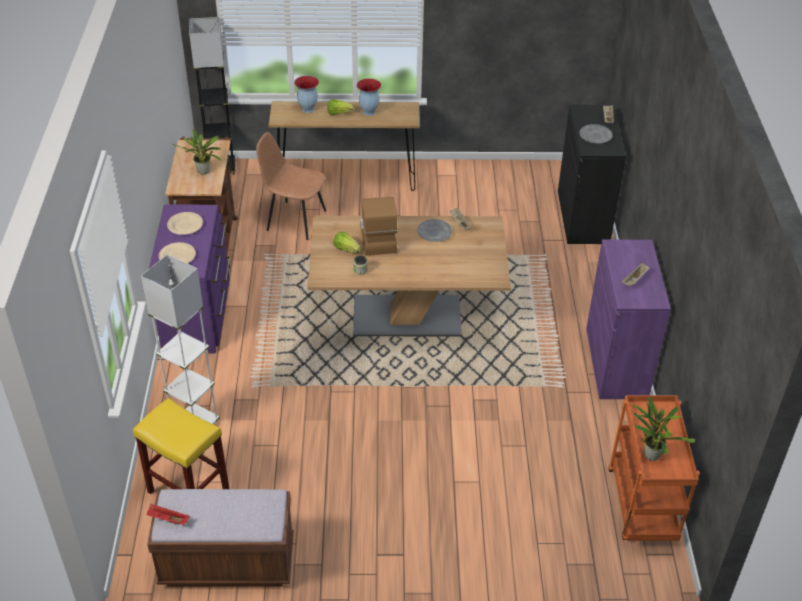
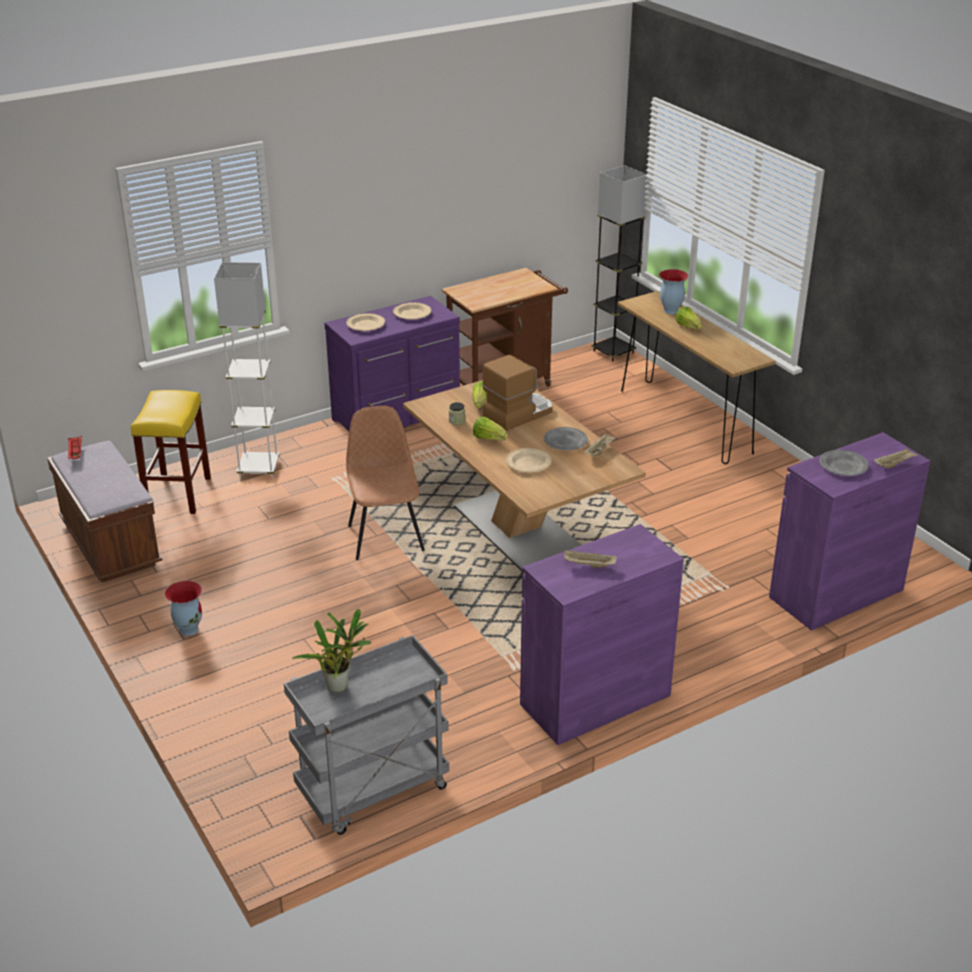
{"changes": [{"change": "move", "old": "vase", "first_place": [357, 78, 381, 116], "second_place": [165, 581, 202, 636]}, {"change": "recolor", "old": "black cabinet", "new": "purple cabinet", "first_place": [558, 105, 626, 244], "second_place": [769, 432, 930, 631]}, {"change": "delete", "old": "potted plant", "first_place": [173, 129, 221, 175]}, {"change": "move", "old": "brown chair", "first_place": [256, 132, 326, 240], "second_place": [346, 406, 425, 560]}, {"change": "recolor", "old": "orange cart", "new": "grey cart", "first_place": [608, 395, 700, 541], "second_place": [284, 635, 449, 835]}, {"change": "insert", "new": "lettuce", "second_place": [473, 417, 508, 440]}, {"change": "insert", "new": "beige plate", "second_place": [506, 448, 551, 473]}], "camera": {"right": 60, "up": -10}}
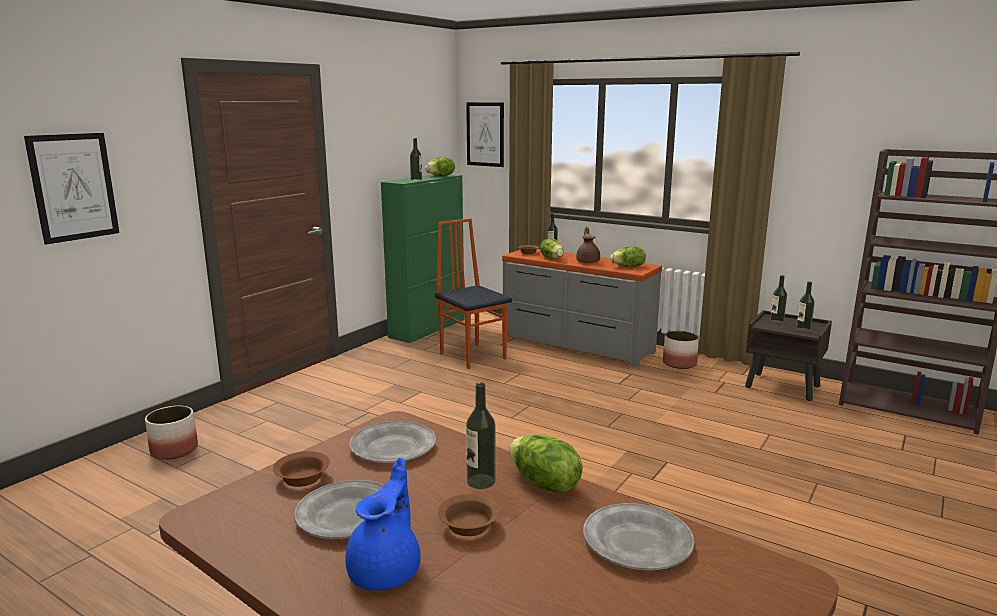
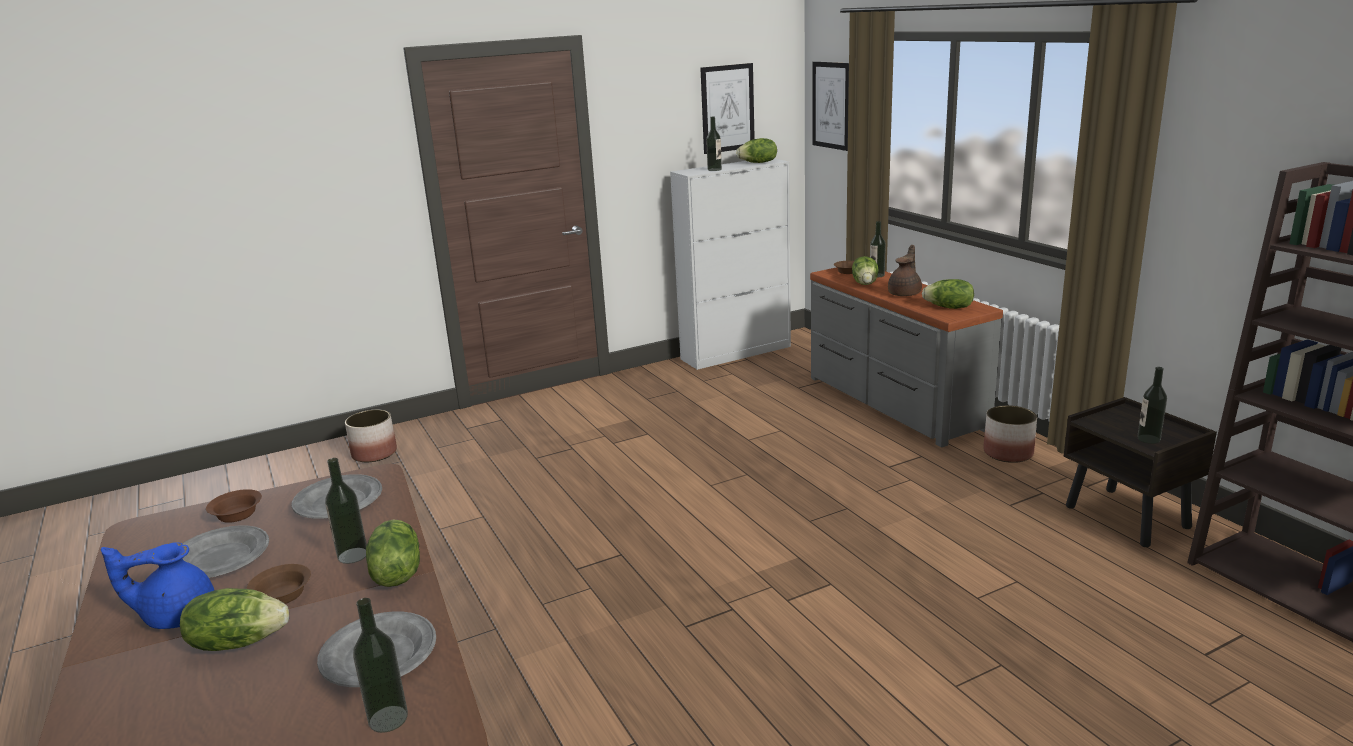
{"changes": [{"change": "move", "old": "picture", "first_place": [24, 133, 119, 245], "second_place": [700, 63, 755, 154]}, {"change": "recolor", "old": "green cabinet", "new": "white cabinet", "first_place": [381, 174, 464, 343], "second_place": [670, 159, 791, 370]}, {"change": "delete", "old": "chair", "first_place": [435, 218, 512, 369]}, {"change": "move", "old": "bottle", "first_place": [770, 275, 787, 324], "second_place": [353, 598, 408, 733]}, {"change": "rotate", "old": "blue teapot", "first_place": [345, 458, 421, 590], "second_place": [101, 542, 214, 629], "degrees": -150}, {"change": "insert", "new": "lettuce", "second_place": [180, 588, 289, 651]}], "camera": {"right": 30, "up": 5}}
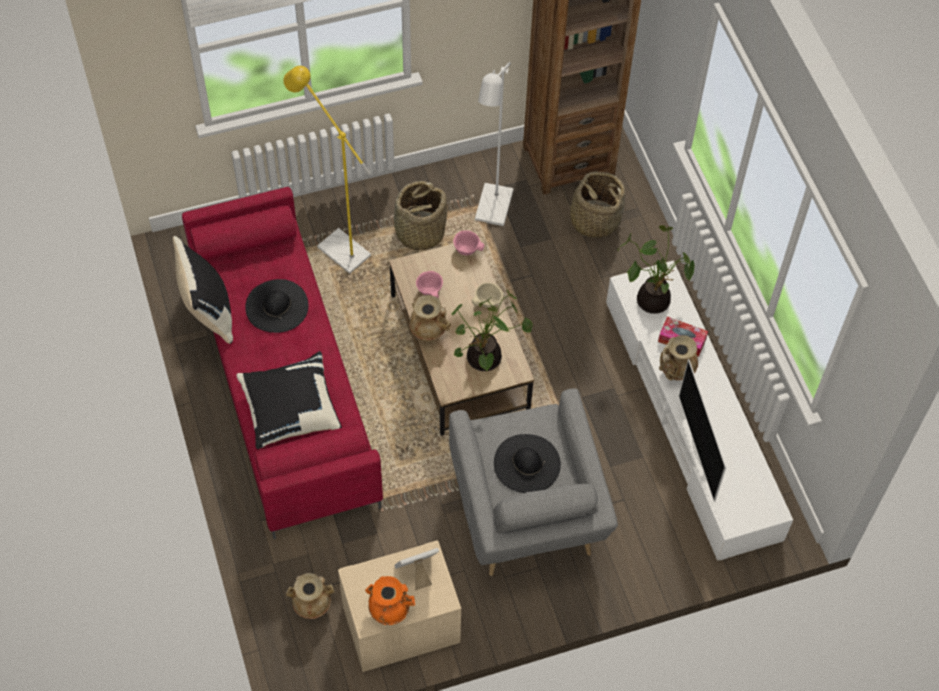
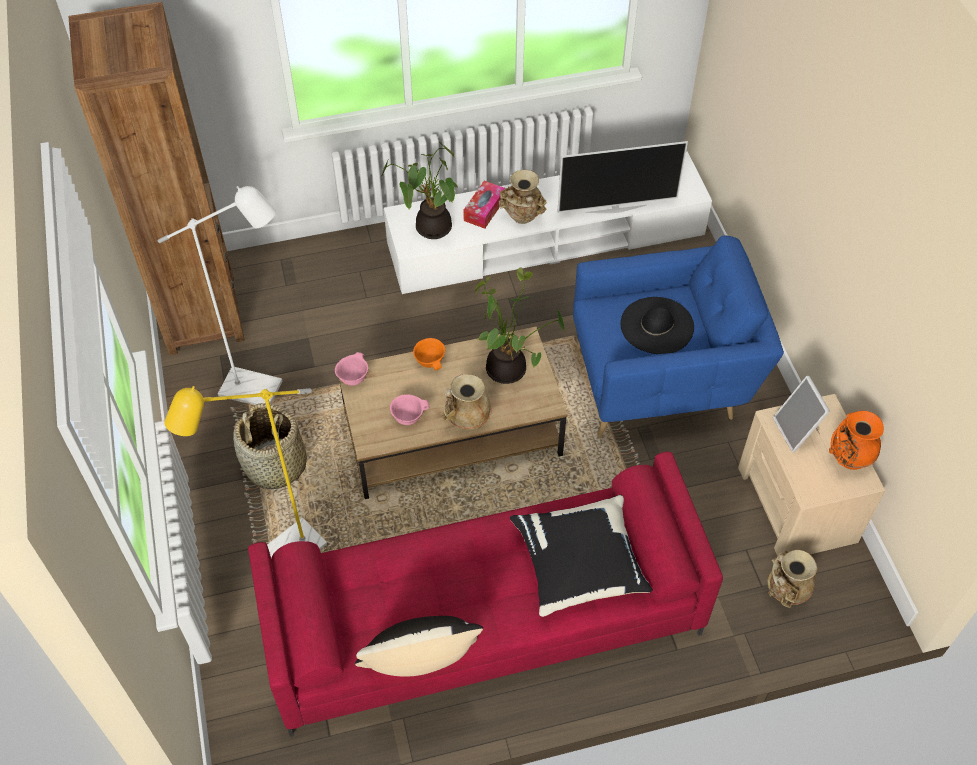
{"changes": [{"change": "delete", "old": "basket", "first_place": [564, 171, 625, 238]}, {"change": "delete", "old": "black hat", "first_place": [245, 279, 308, 333]}, {"change": "recolor", "old": "beige bowl", "new": "orange bowl", "first_place": [471, 283, 503, 308], "second_place": [413, 338, 445, 371]}, {"change": "recolor", "old": "grey armchair", "new": "blue armchair", "first_place": [449, 389, 618, 576], "second_place": [573, 236, 784, 438]}], "camera": {"right": -85, "up": -5}}
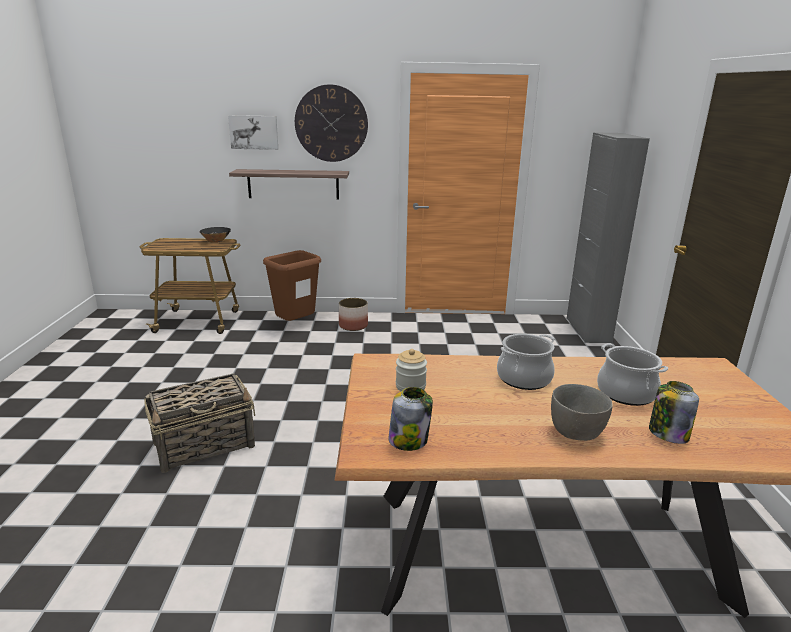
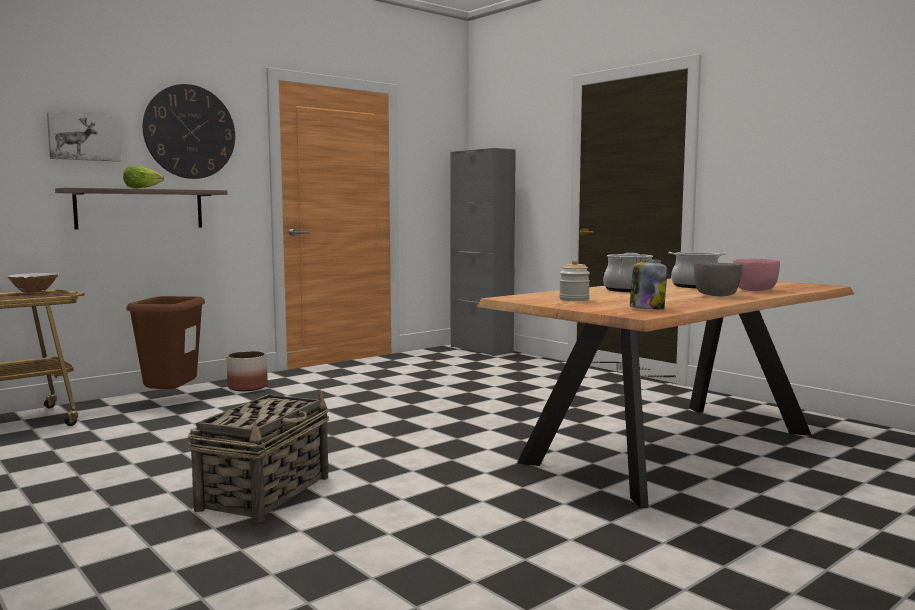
{"changes": [{"change": "recolor", "old": "black bowl", "new": "white bowl", "first_place": [199, 227, 231, 243], "second_place": [7, 273, 59, 293]}, {"change": "replace", "old": "jar", "new": "pink bowl", "first_place": [649, 381, 699, 444], "second_place": [733, 258, 780, 291]}, {"change": "insert", "new": "lettuce", "second_place": [123, 165, 164, 189]}], "camera": {"right": -40, "up": -15}}
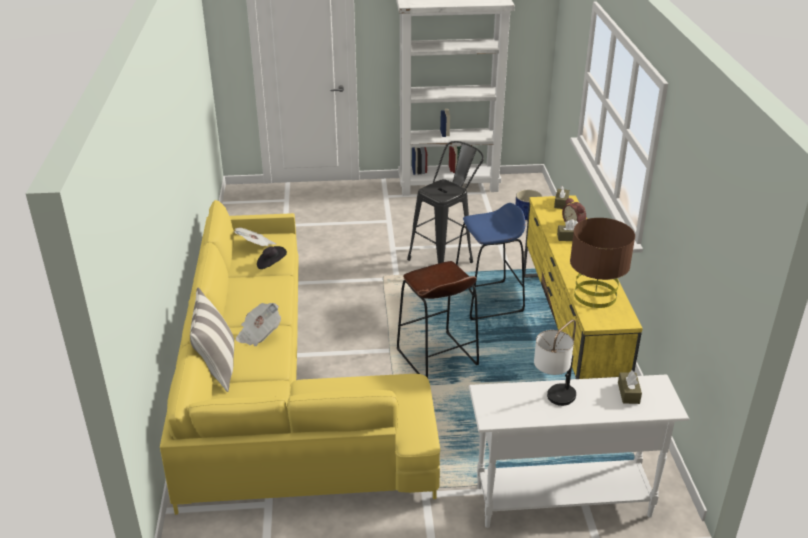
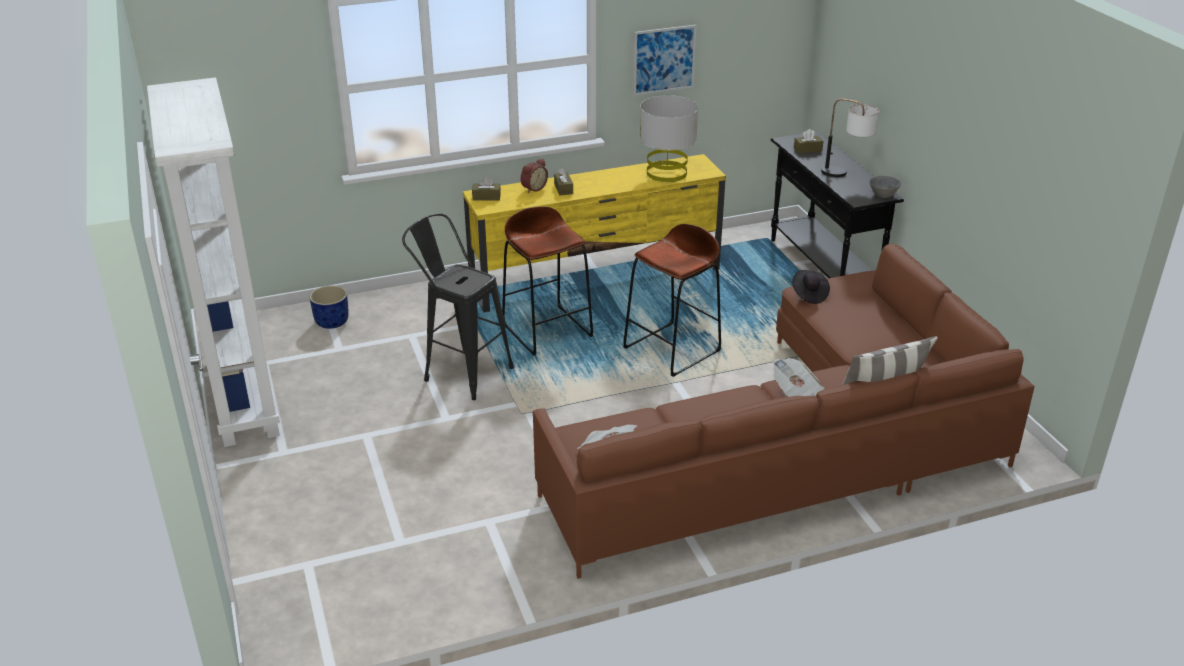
{"changes": [{"change": "recolor", "old": "yellow sofa", "new": "brown sofa", "first_place": [160, 200, 440, 515], "second_place": [533, 244, 1035, 579]}, {"change": "recolor", "old": "blue stool", "new": "brown stool", "first_place": [456, 203, 526, 320], "second_place": [502, 206, 593, 356]}, {"change": "recolor", "old": "brown table lamp", "new": "grey table lamp", "first_place": [570, 218, 635, 308], "second_place": [640, 95, 698, 182]}, {"change": "move", "old": "black hat", "first_place": [257, 246, 287, 269], "second_place": [792, 270, 830, 304]}, {"change": "recolor", "old": "white console table", "new": "black console table", "first_place": [469, 374, 689, 528], "second_place": [771, 131, 904, 278]}, {"change": "insert", "new": "picture", "second_place": [633, 25, 696, 96]}, {"change": "insert", "new": "grey bowl", "second_place": [870, 176, 901, 198]}], "camera": {"right": -105, "up": 0}}
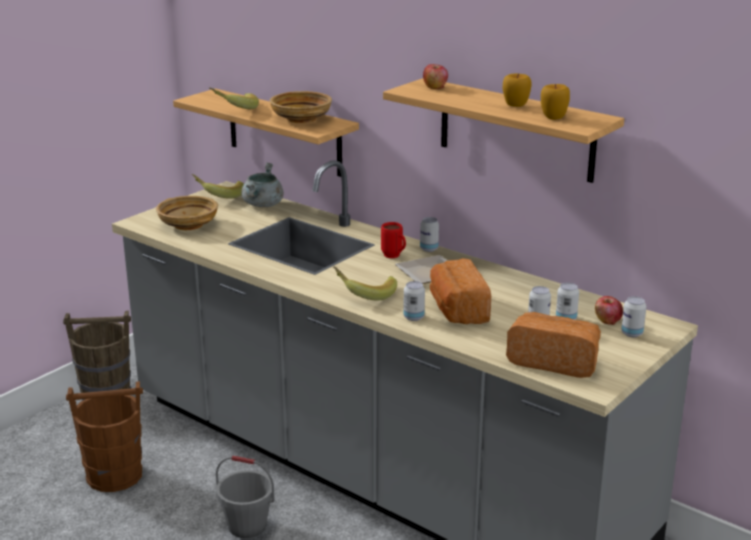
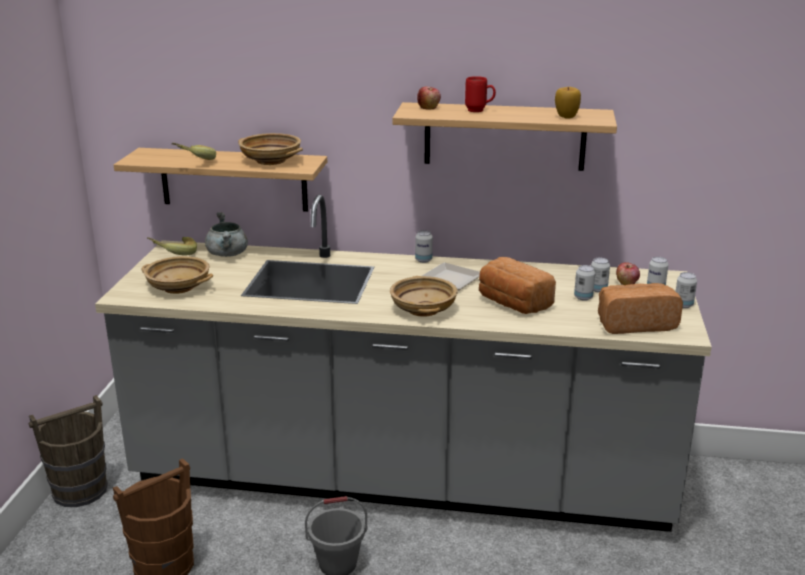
{"changes": [{"change": "delete", "old": "apple", "first_place": [503, 73, 532, 107]}, {"change": "move", "old": "red mug", "first_place": [381, 222, 406, 258], "second_place": [465, 76, 496, 112]}, {"change": "replace", "old": "banana", "new": "beige bowl", "first_place": [333, 267, 397, 300], "second_place": [390, 276, 458, 317]}, {"change": "move", "old": "can", "first_place": [403, 281, 425, 321], "second_place": [676, 272, 697, 308]}], "camera": {"right": -30, "up": 0}}
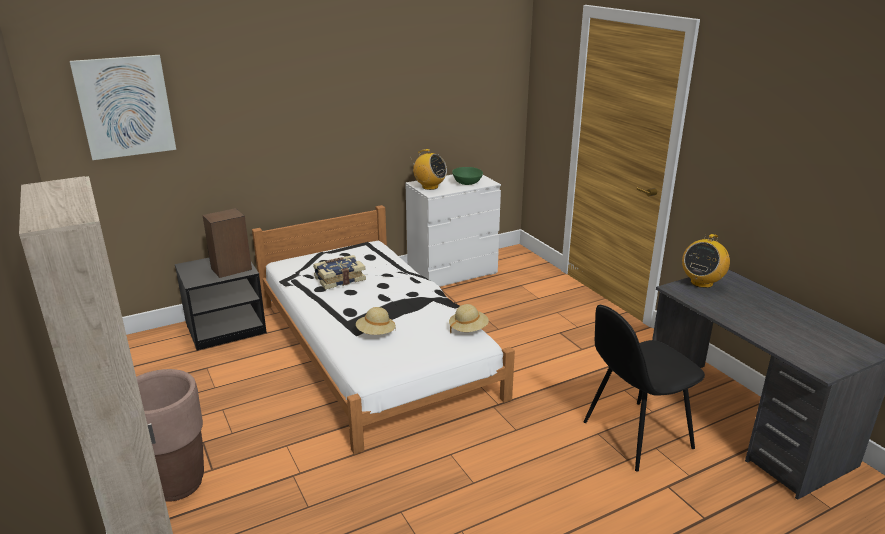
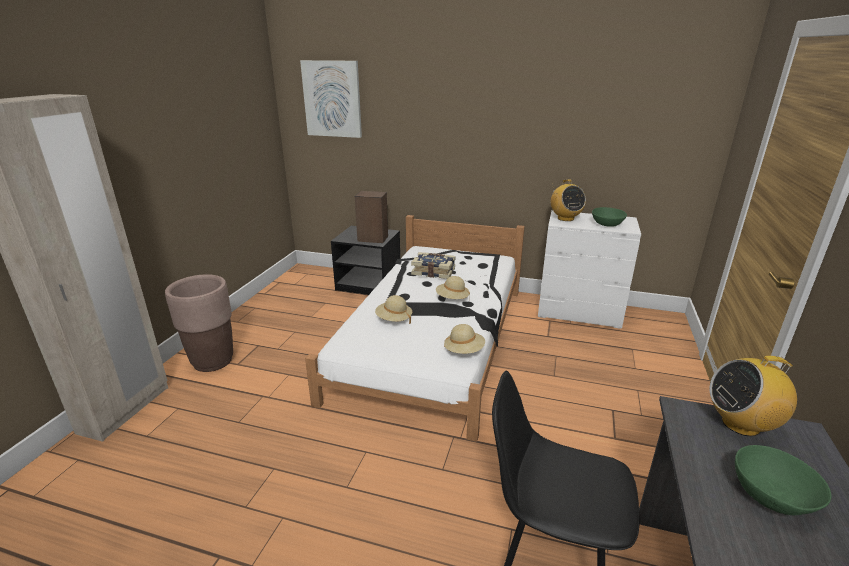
{"changes": [{"change": "insert", "new": "beige hat", "second_place": [436, 276, 470, 300]}, {"change": "insert", "new": "green bowl", "second_place": [735, 445, 831, 515]}], "camera": {"right": 45, "up": 0}}
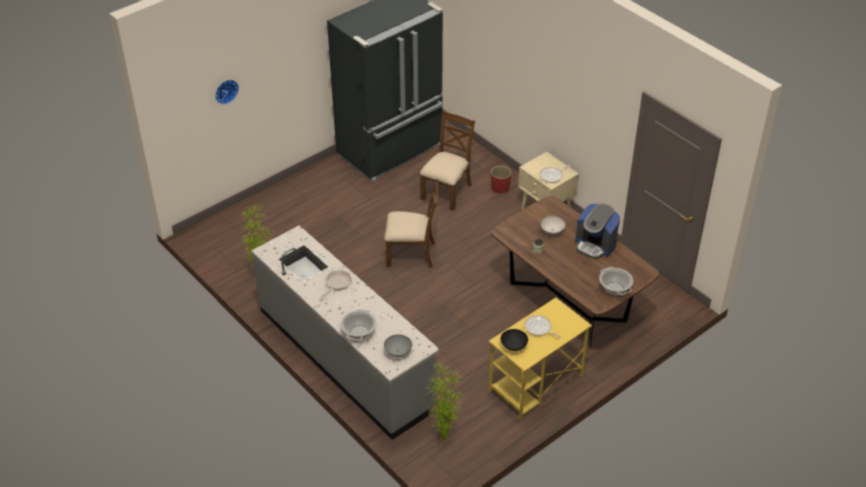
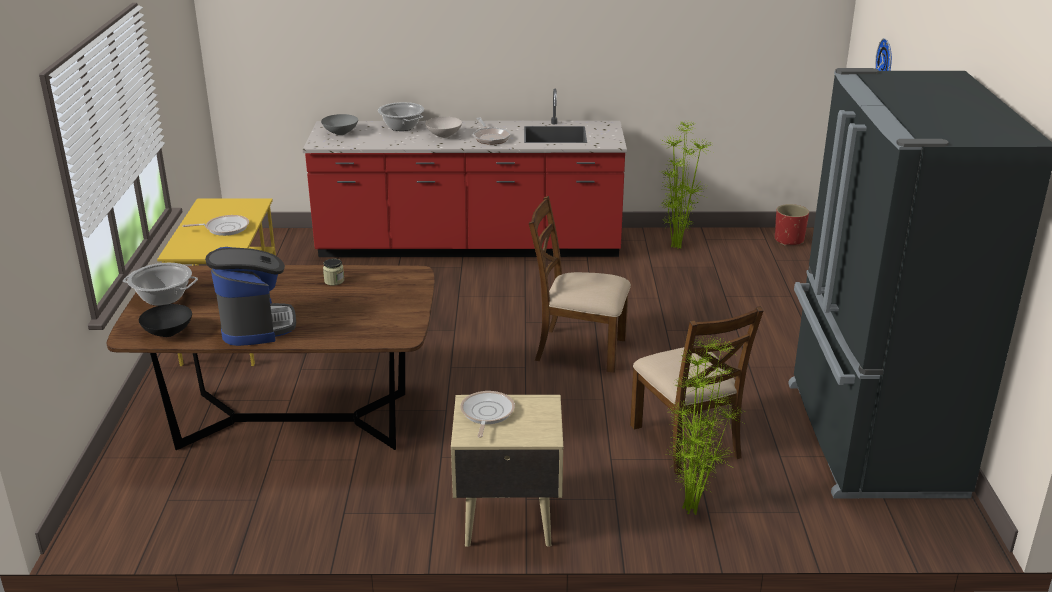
{"changes": [{"change": "move", "old": "red planter", "first_place": [491, 166, 511, 194], "second_place": [775, 204, 809, 246]}, {"change": "rotate", "old": "brown chair", "first_place": [384, 179, 439, 268], "second_place": [529, 196, 631, 373], "degrees": 60}, {"change": "rotate", "old": "coffee machine", "first_place": [575, 204, 620, 259], "second_place": [205, 247, 296, 346], "degrees": 90}, {"change": "move", "old": "white bowl", "first_place": [540, 216, 566, 235], "second_place": [425, 117, 462, 138]}, {"change": "recolor", "old": "grey counter", "new": "red counter", "first_place": [251, 225, 440, 440], "second_place": [303, 89, 627, 257]}, {"change": "move", "old": "black bowl", "first_place": [500, 329, 528, 351], "second_place": [139, 304, 192, 337]}, {"change": "move", "old": "potted plant", "first_place": [427, 362, 464, 439], "second_place": [666, 336, 745, 515]}], "camera": {"right": 130, "up": -15}}
